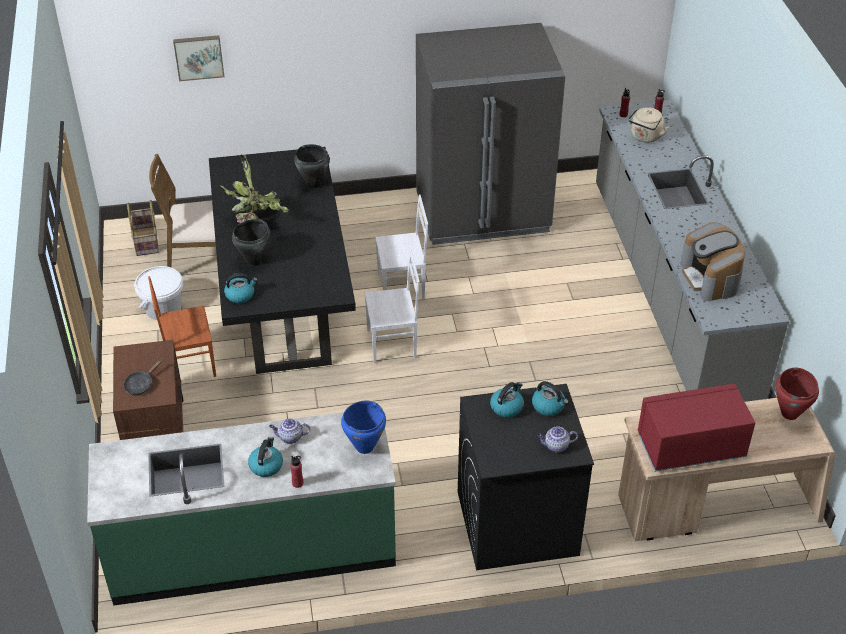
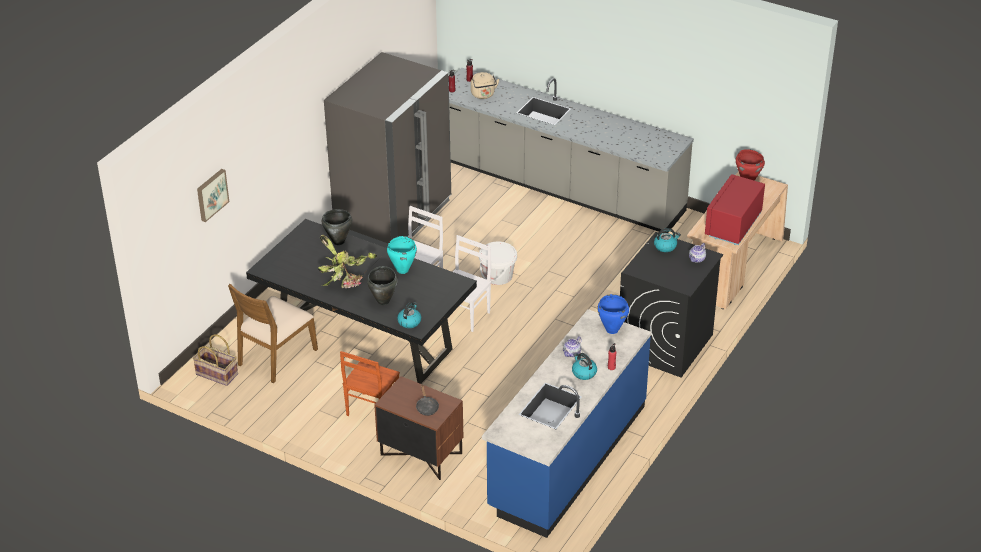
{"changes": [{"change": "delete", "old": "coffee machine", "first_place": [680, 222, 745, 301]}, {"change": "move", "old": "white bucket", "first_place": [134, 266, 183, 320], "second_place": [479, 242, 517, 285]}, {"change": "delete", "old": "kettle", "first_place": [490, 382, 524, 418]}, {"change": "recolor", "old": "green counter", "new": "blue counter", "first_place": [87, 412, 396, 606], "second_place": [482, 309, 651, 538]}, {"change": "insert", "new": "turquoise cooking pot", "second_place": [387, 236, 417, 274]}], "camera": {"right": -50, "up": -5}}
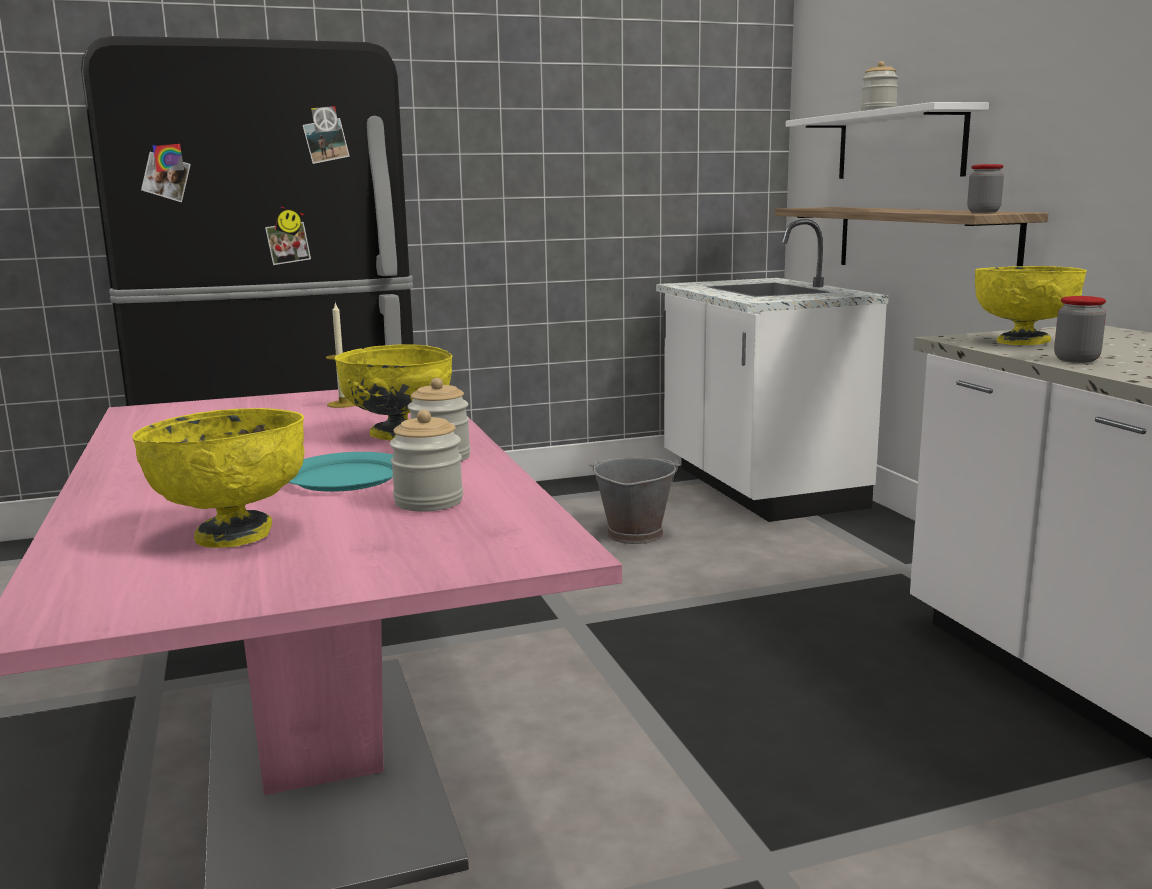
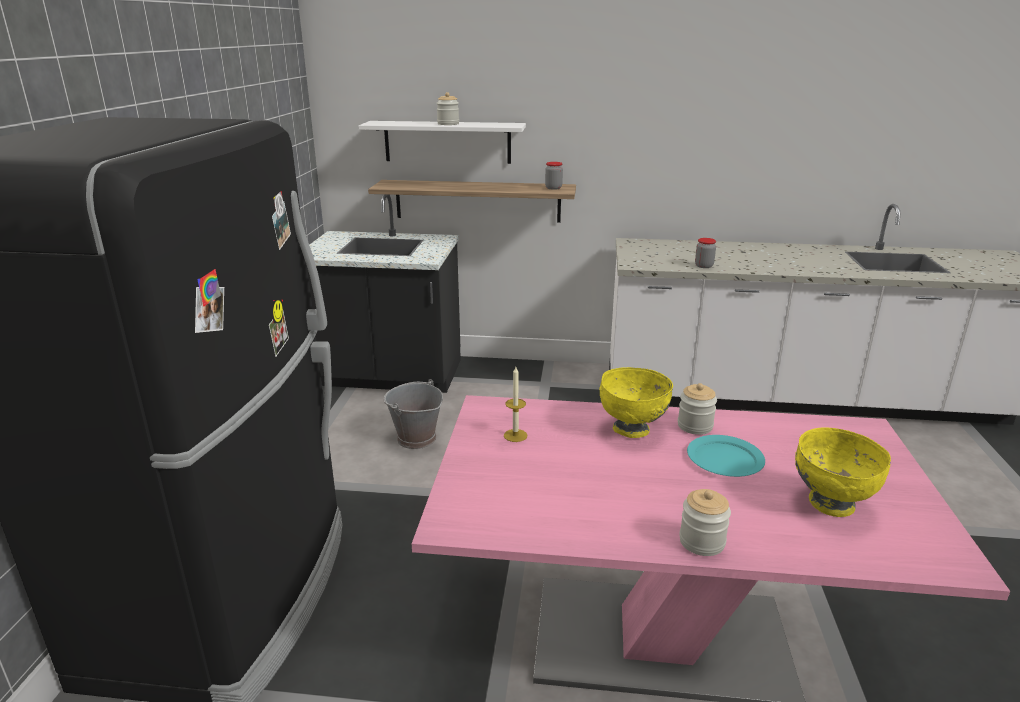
{"changes": [{"change": "recolor", "old": "white counter", "new": "black counter", "first_place": [656, 219, 889, 522], "second_place": [307, 194, 461, 393]}, {"change": "delete", "old": "yellow bowl", "first_place": [975, 266, 1087, 345]}, {"change": "move", "old": "jar", "first_place": [390, 410, 463, 512], "second_place": [679, 489, 731, 556]}], "camera": {"right": -65, "up": 10}}
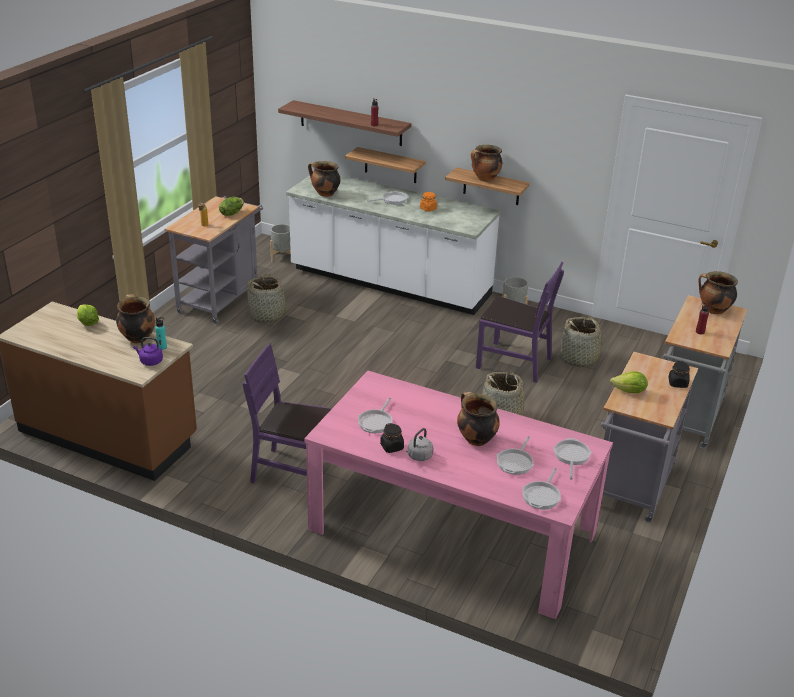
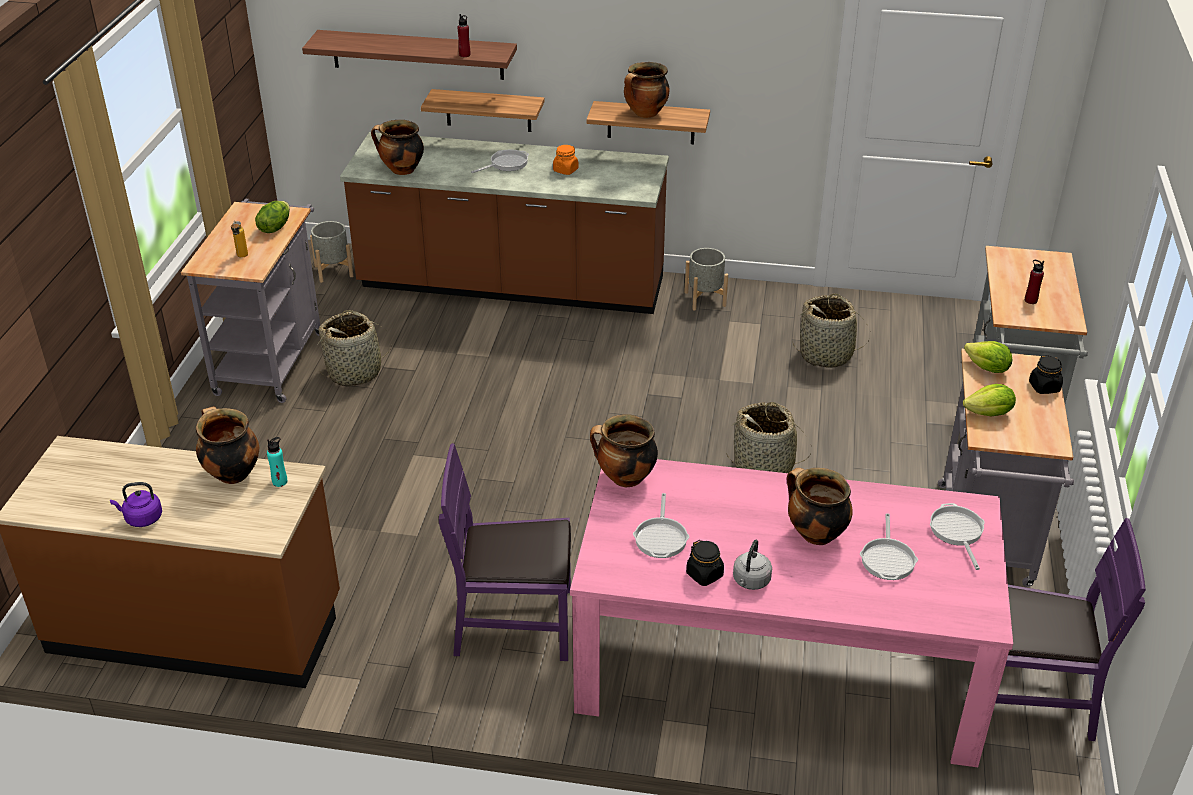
{"changes": [{"change": "recolor", "old": "white counter", "new": "brown counter", "first_place": [286, 175, 501, 315], "second_place": [340, 132, 669, 314]}, {"change": "move", "old": "purple chair", "first_place": [476, 262, 564, 383], "second_place": [995, 518, 1146, 741]}, {"change": "move", "old": "cooking pot", "first_place": [699, 271, 738, 314], "second_place": [590, 414, 658, 487]}, {"change": "move", "old": "lettuce", "first_place": [77, 304, 99, 326], "second_place": [964, 341, 1012, 373]}, {"change": "move", "old": "purple kettle", "first_place": [133, 337, 163, 366], "second_place": [110, 482, 162, 527]}, {"change": "delete", "old": "frying pan", "first_place": [522, 468, 561, 509]}], "camera": {"right": -15, "up": 5}}
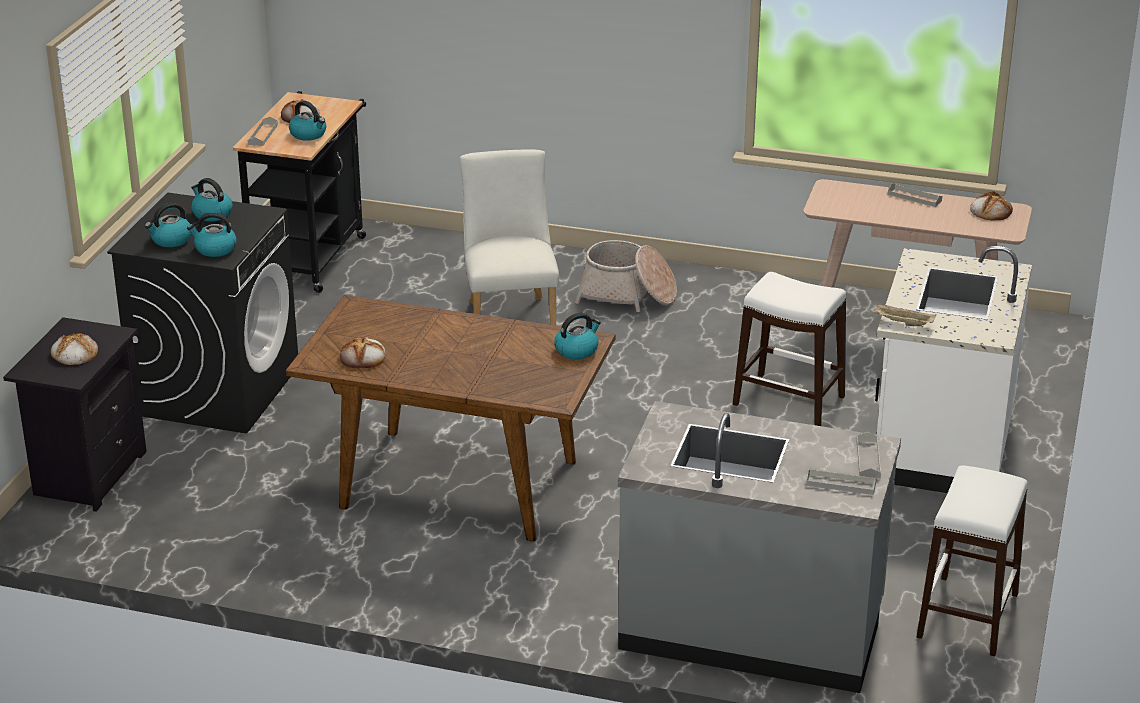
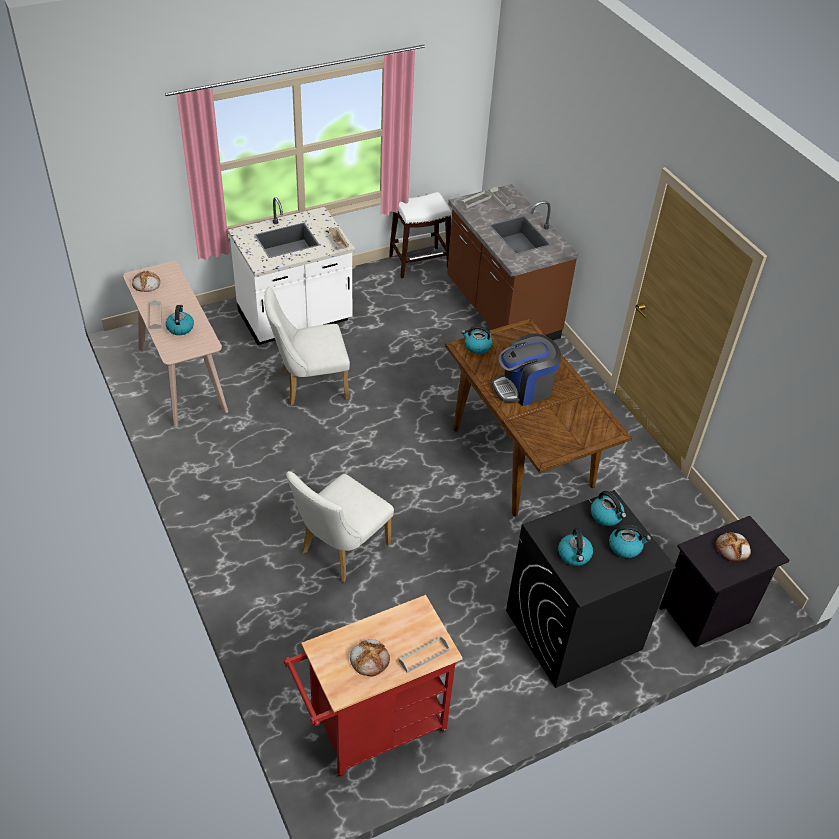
{"changes": [{"change": "recolor", "old": "black cart", "new": "red cart", "first_place": [232, 91, 366, 293], "second_place": [284, 595, 463, 777]}, {"change": "move", "old": "kettle", "first_place": [289, 101, 326, 141], "second_place": [166, 305, 194, 335]}, {"change": "delete", "old": "basket", "first_place": [575, 240, 677, 312]}, {"change": "replace", "old": "white stool", "new": "white chair", "first_place": [733, 272, 846, 426], "second_place": [264, 287, 350, 405]}, {"change": "delete", "old": "bread", "first_place": [340, 336, 386, 368]}, {"change": "recolor", "old": "grey counter", "new": "brown counter", "first_place": [618, 401, 901, 693], "second_place": [447, 184, 578, 340]}, {"change": "insert", "new": "coffee machine", "second_place": [492, 333, 561, 406]}], "camera": {"right": -135, "up": 15}}
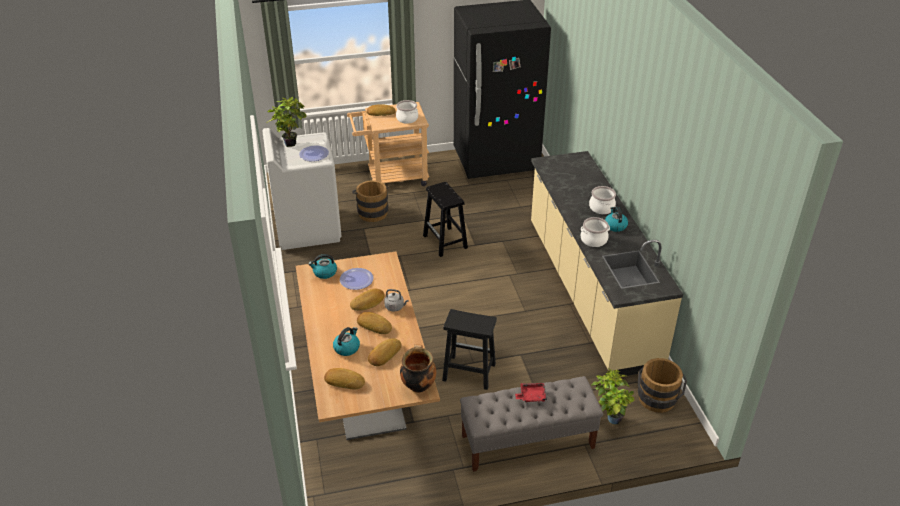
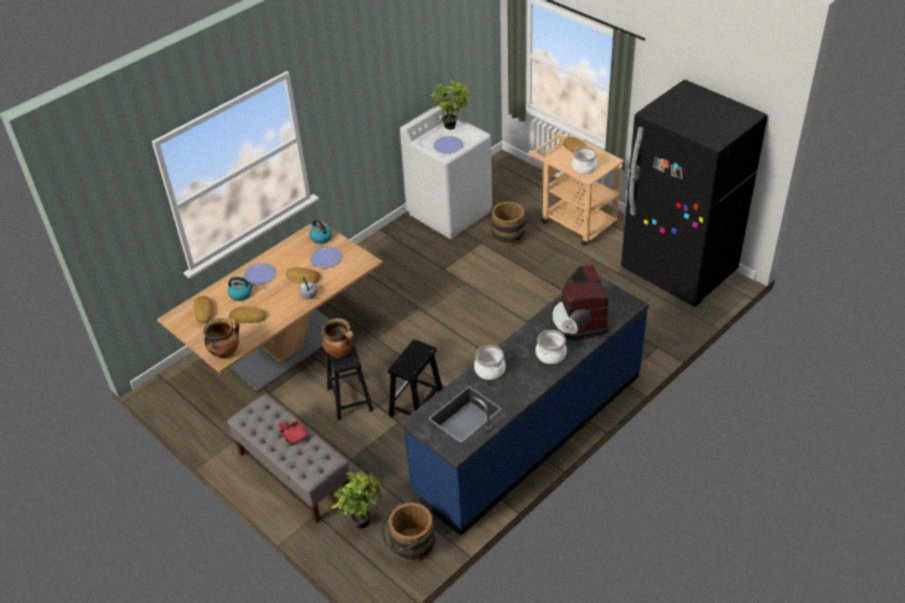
{"changes": [{"change": "recolor", "old": "beige counter", "new": "blue counter", "first_place": [531, 151, 683, 376], "second_place": [399, 275, 649, 536]}, {"change": "move", "old": "black stool", "first_place": [423, 182, 468, 257], "second_place": [388, 339, 443, 417]}, {"change": "delete", "old": "kettle", "first_place": [605, 206, 628, 232]}, {"change": "delete", "old": "bread", "first_place": [357, 312, 392, 334]}, {"change": "insert", "new": "plate", "second_place": [243, 263, 276, 285]}, {"change": "insert", "new": "coffee machine", "second_place": [550, 265, 609, 340]}, {"change": "insert", "new": "cooking pot", "second_place": [321, 318, 355, 358]}], "camera": {"right": 60, "up": 5}}
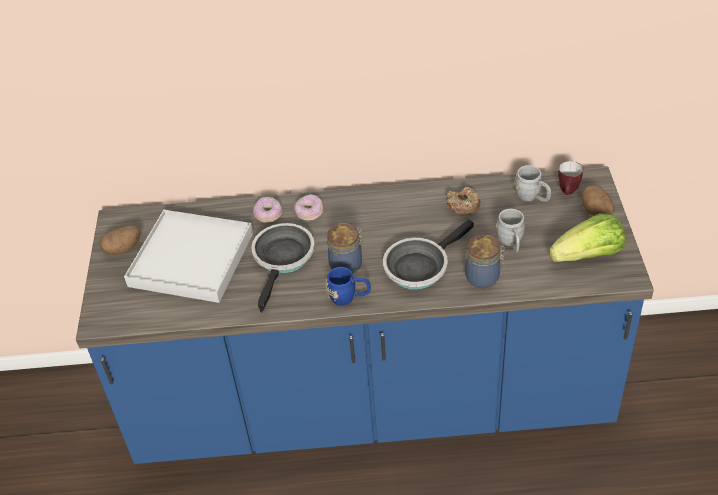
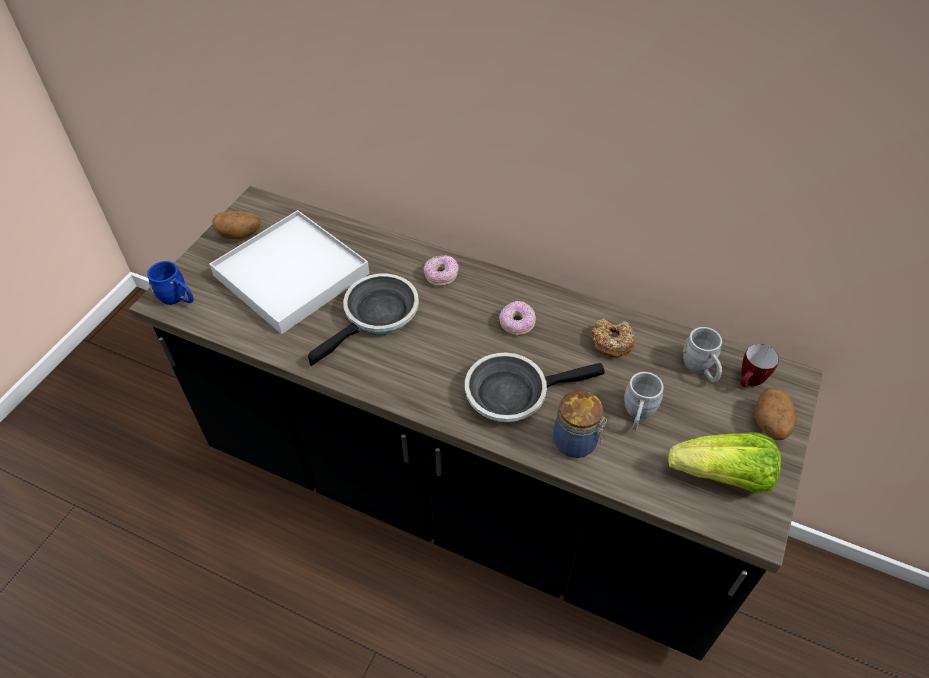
{"changes": [{"change": "recolor", "old": "blue counter", "new": "black counter", "first_place": [76, 166, 654, 464], "second_place": [129, 186, 823, 661]}, {"change": "move", "old": "donut", "first_place": [253, 197, 282, 223], "second_place": [499, 301, 536, 335]}, {"change": "delete", "old": "jar", "first_place": [327, 223, 364, 274]}, {"change": "move", "old": "blue mug", "first_place": [325, 267, 371, 306], "second_place": [147, 261, 194, 305]}], "camera": {"right": 25, "up": 5}}
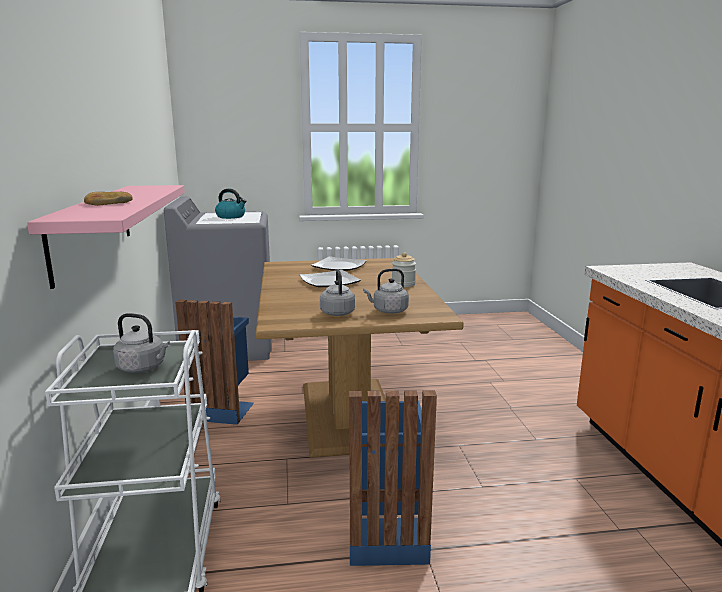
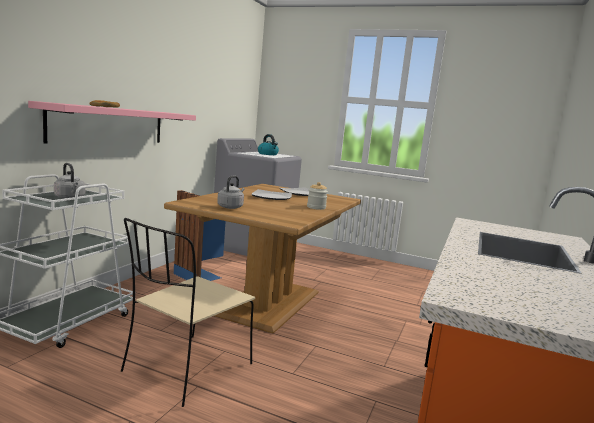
{"changes": [{"change": "delete", "old": "grey kettle", "first_place": [363, 268, 409, 314]}, {"change": "replace", "old": "blue trash can", "new": "beige chair", "first_place": [349, 390, 437, 566], "second_place": [121, 218, 255, 407]}], "camera": {"right": 30, "up": -5}}
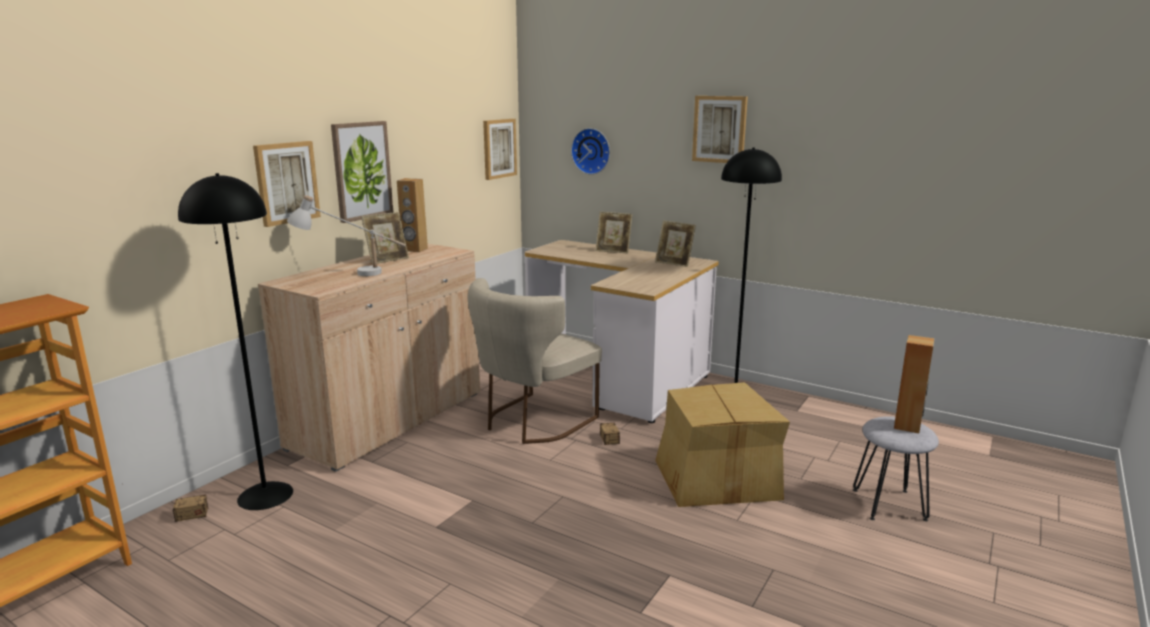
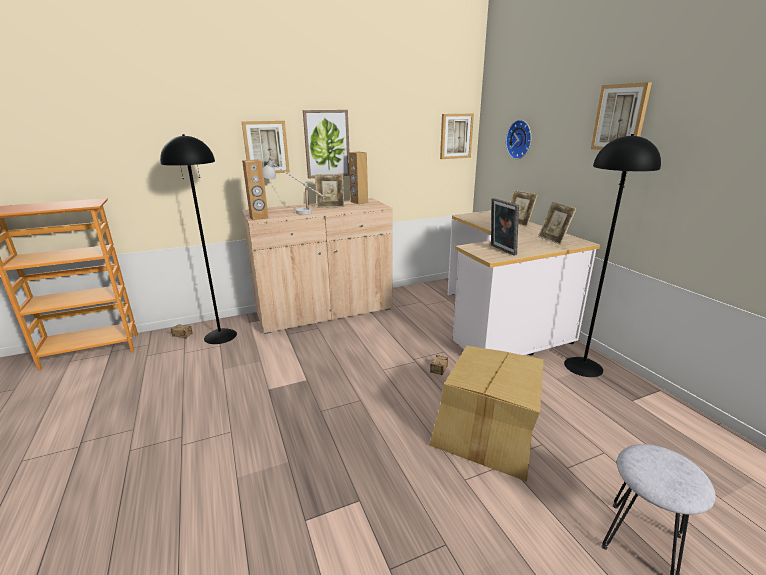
{"changes": [{"change": "delete", "old": "beige chair", "first_place": [468, 278, 602, 444]}, {"change": "move", "old": "brown speaker", "first_place": [894, 335, 934, 433], "second_place": [242, 159, 269, 220]}, {"change": "insert", "new": "picture frame", "second_place": [491, 198, 519, 256]}], "camera": {"right": 35, "up": 5}}
